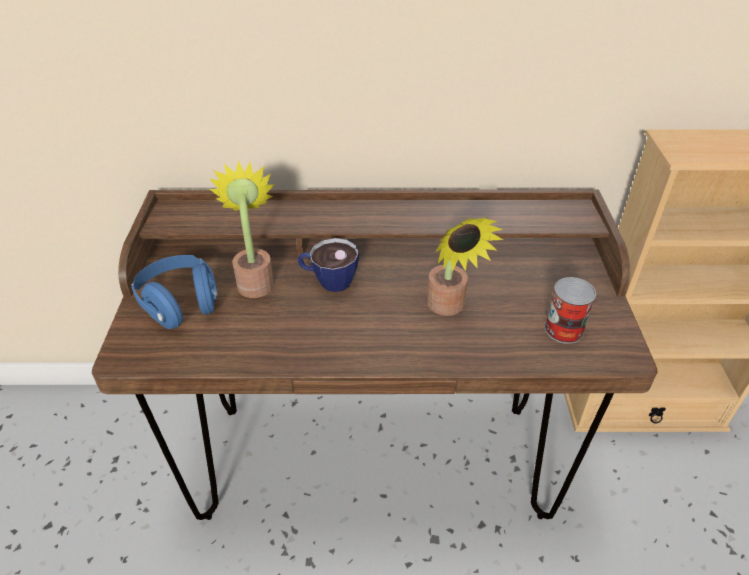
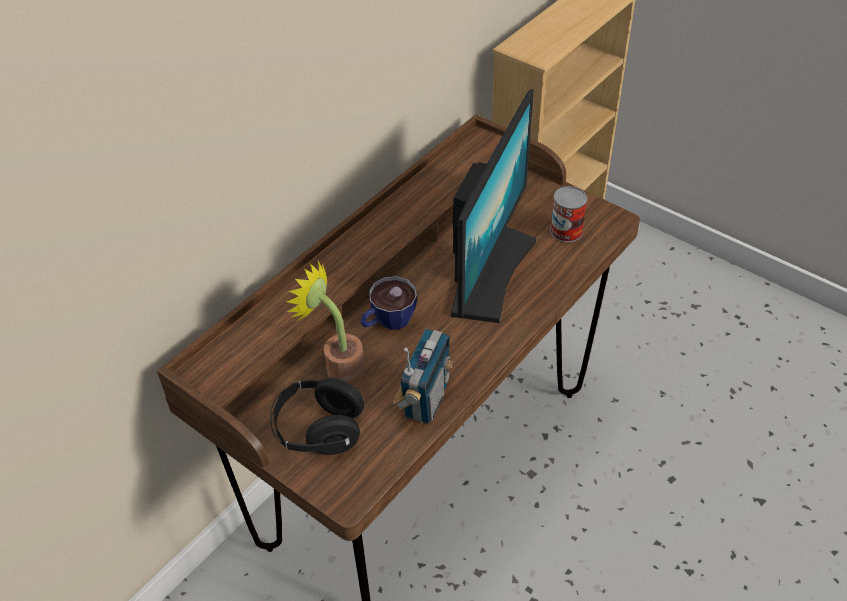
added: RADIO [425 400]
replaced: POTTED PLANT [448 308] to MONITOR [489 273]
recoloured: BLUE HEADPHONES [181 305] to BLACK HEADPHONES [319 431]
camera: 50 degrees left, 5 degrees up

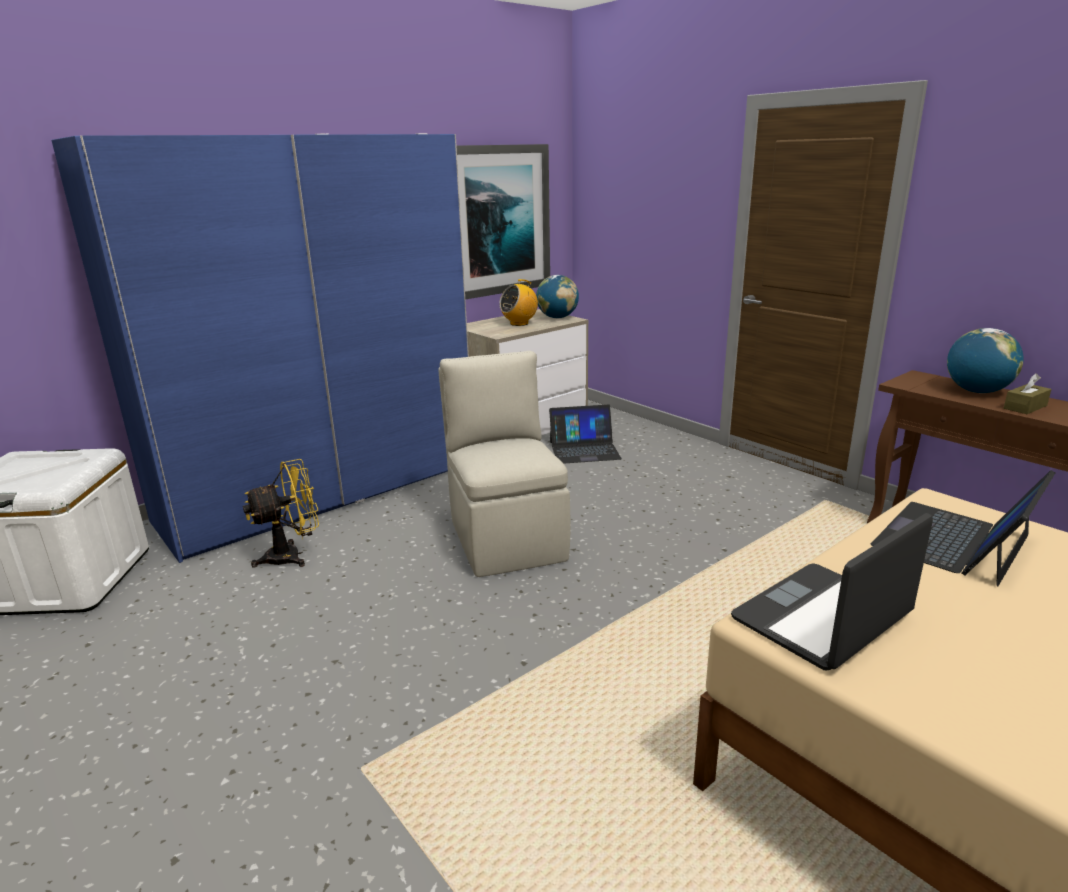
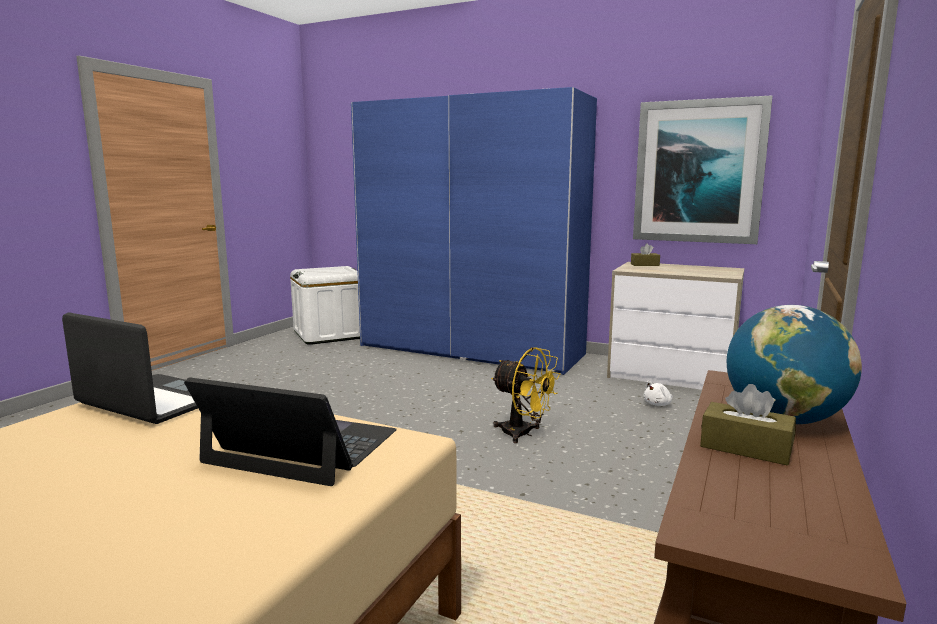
removed: GLOBE [557 317]; RADIO [519 323]; BEIGE CHAIR [506 538]
added: BROWN TISSUE BOX [644 265]
moved: YELLOW FAN [292 555] to [523 434]
replaced: LAPTOP [584 450] to WHITE PLUSH TOY [658 404]
camera: 65 degrees right, 10 degrees down

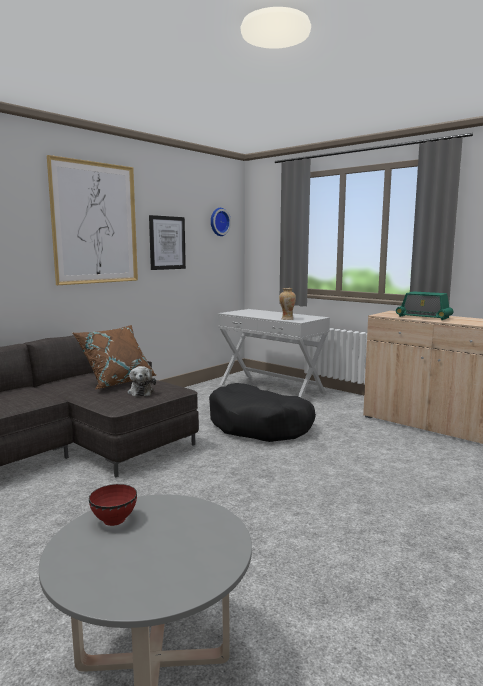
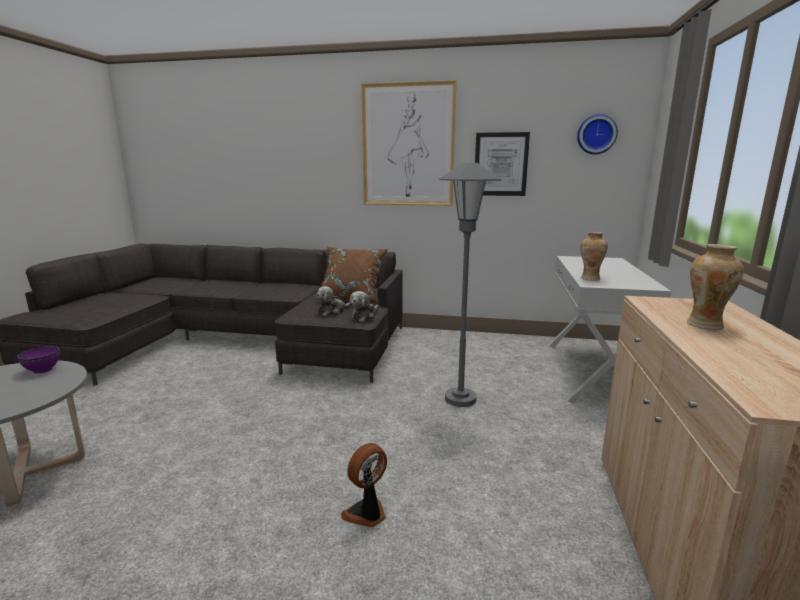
added: PLUSH TOY [365 316]; FAN [367 514]
replaced: RADIO [423 317] to VASE [705 325]; BLACK DOG BED [260 426] to GREY FLOOR LAMP [460 399]
recoloured: RED BOWL [114 519] to PURPLE BOWL [43 370]
camera: 60 degrees right, 5 degrees up

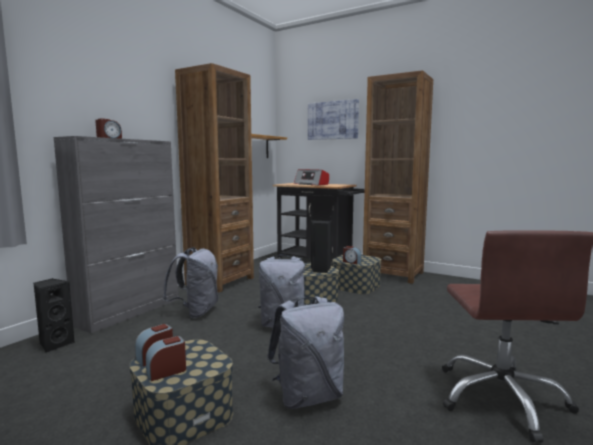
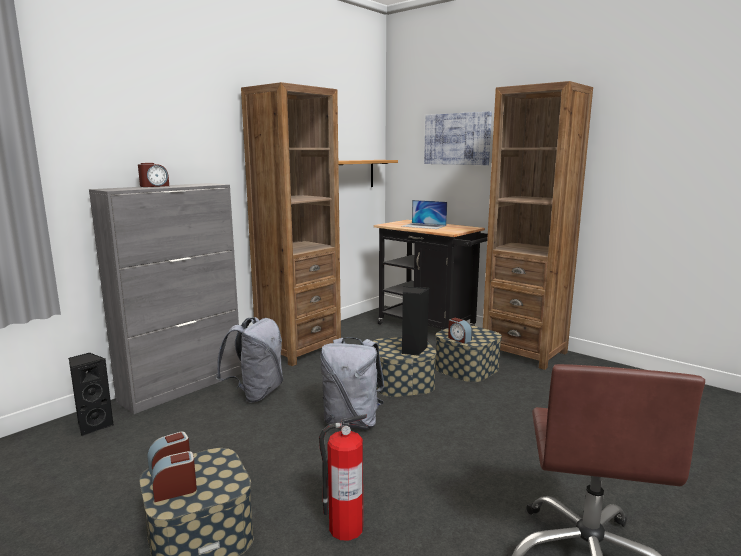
replaced: RADIO [311 184] to LAPTOP [424 226]; GREY BACKPACK [308 396] to FIRE EXTINGUISHER [345 528]
camera: 10 degrees right, 5 degrees up

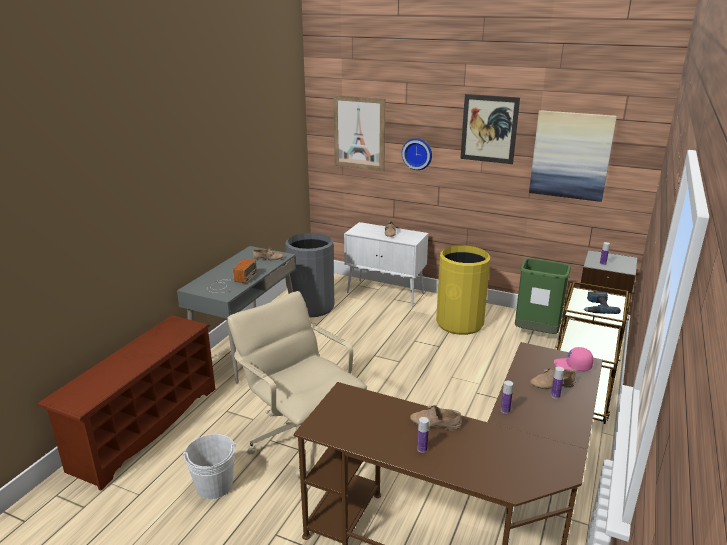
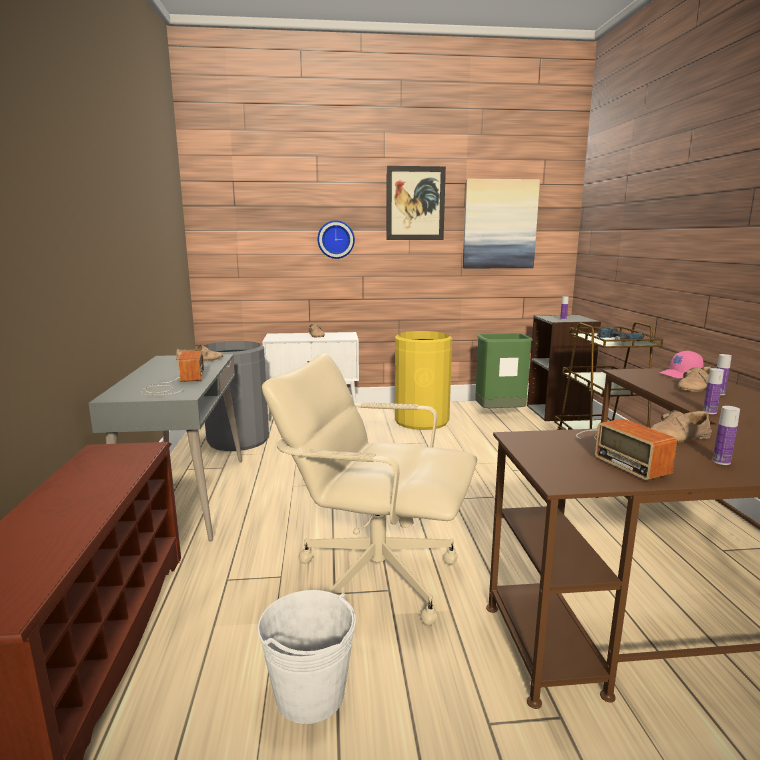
removed: PICTURE [359 133]
added: RADIO [621 451]
camera: 30 degrees left, 10 degrees down

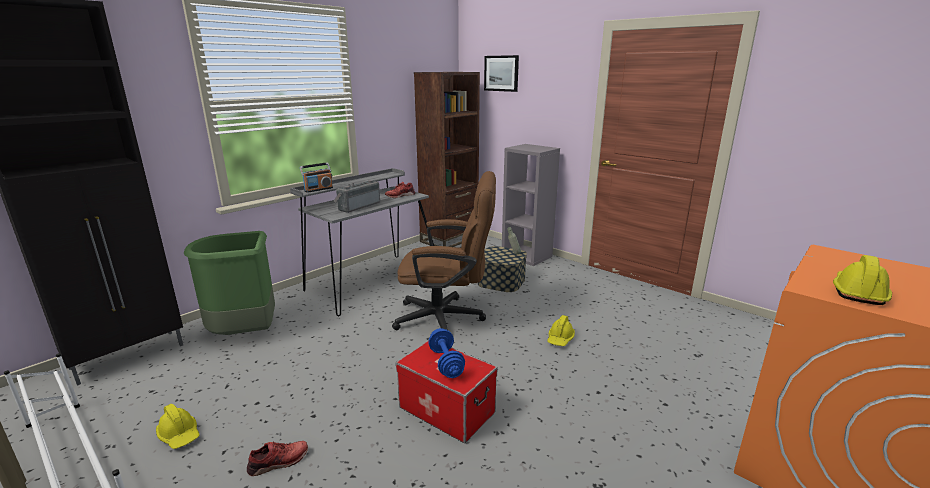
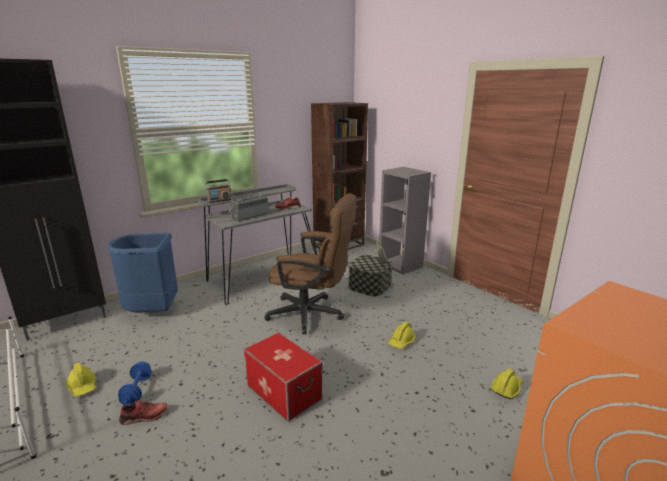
removed: PICTURE [501 73]
moved: YELLOW HARD HAT [858 292] to [506 388]; BLUE DUMBBELL [446 363] to [137 391]
recoloured: GREEN TRASH CAN [246 333] to BLUE TRASH CAN [153 312]
camera: 10 degrees right, 0 degrees up

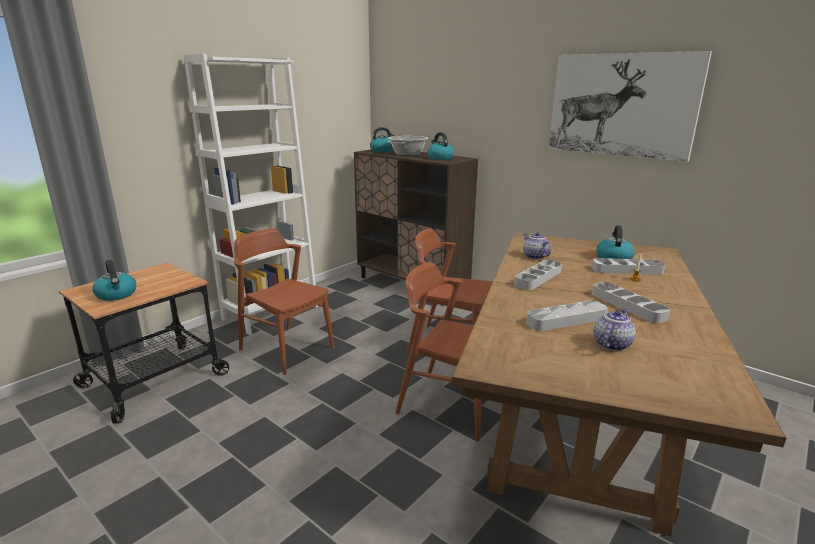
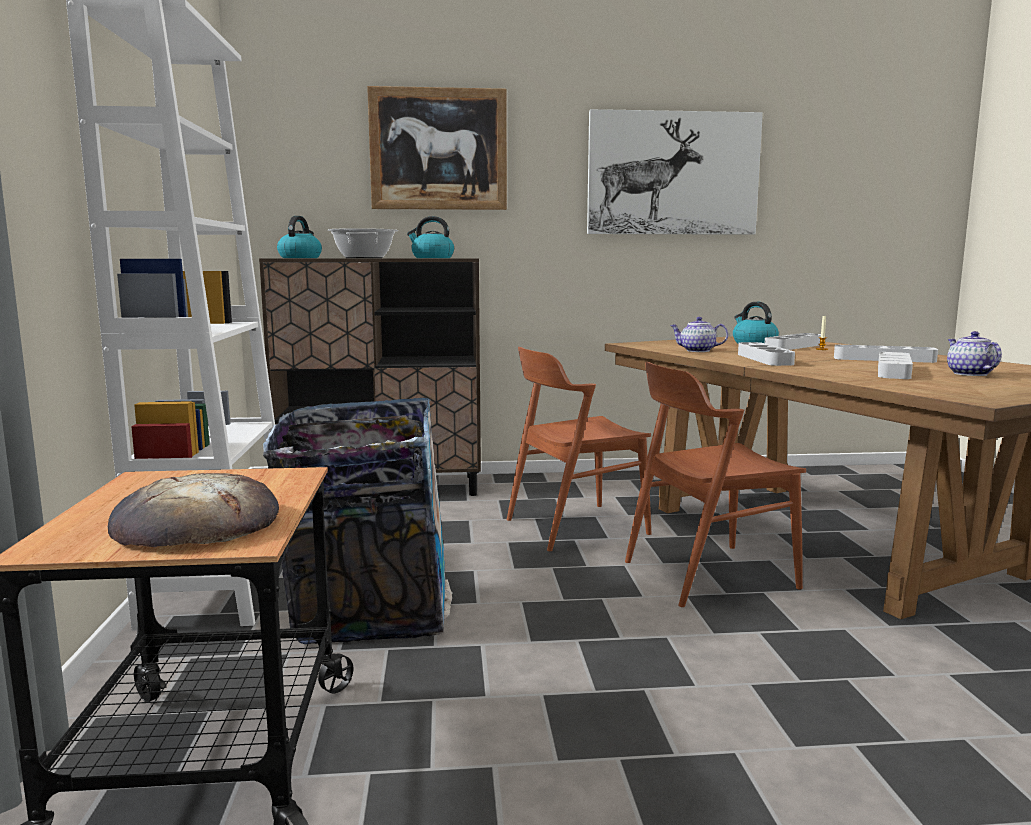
added: PICTURE [438 149]
replaced: BROWN CHAIR [286 348] to TRASH CAN [370 613]; KETTLE [117 295] to BREAD [196 523]
camera: 45 degrees left, 10 degrees down

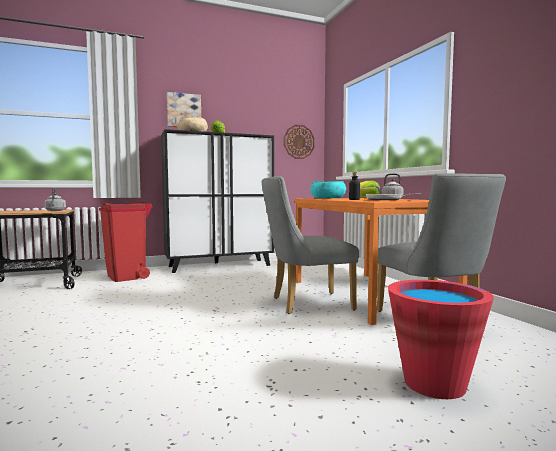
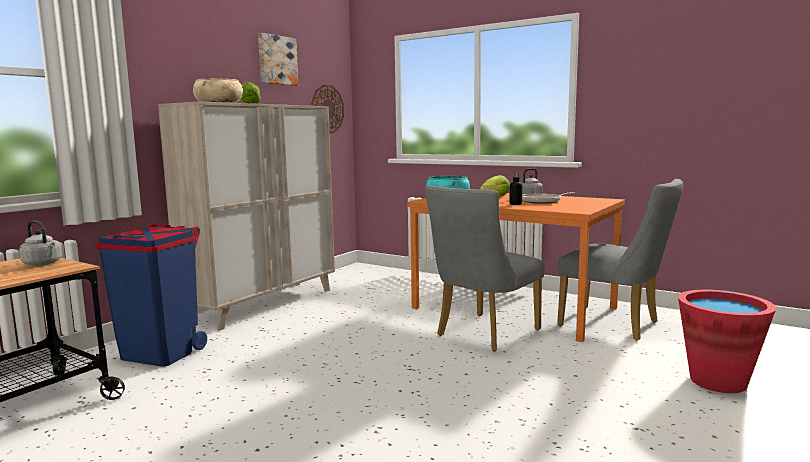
moved: PICTURE [184 111] to [276 60]
recoloured: BLACK CABINET [220 266] to BEIGE CABINET [263 304]; RED TRASH CAN [127 276] to BLUE TRASH CAN [160 353]
camera: 35 degrees left, 5 degrees up

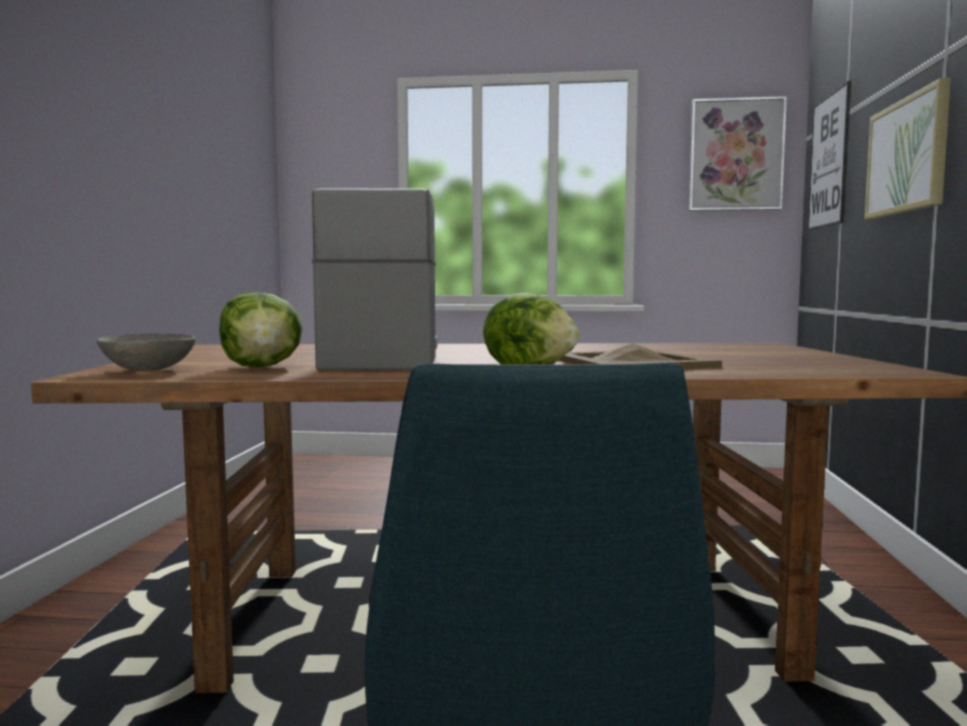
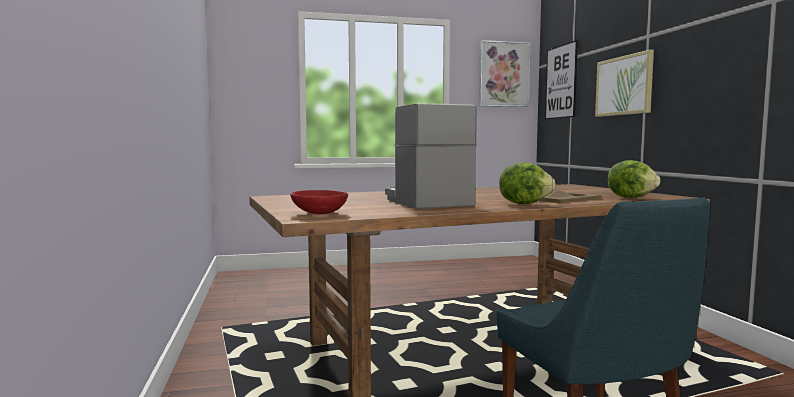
moved: LETTUCE [262 367] to [631 197]
recoloured: GREY BOWL [149 370] to RED BOWL [320 213]
camera: 20 degrees left, 0 degrees up

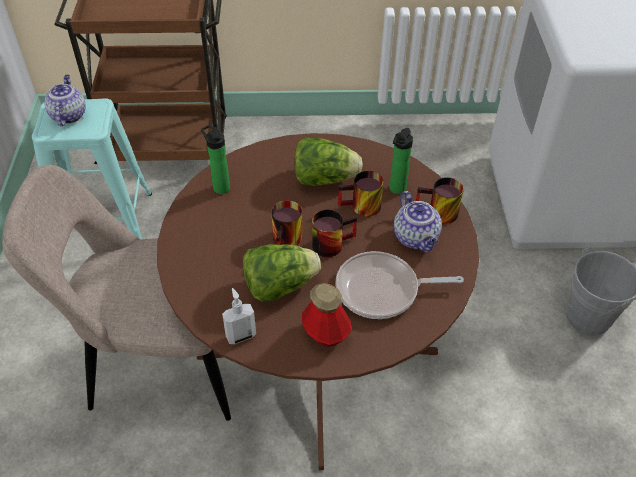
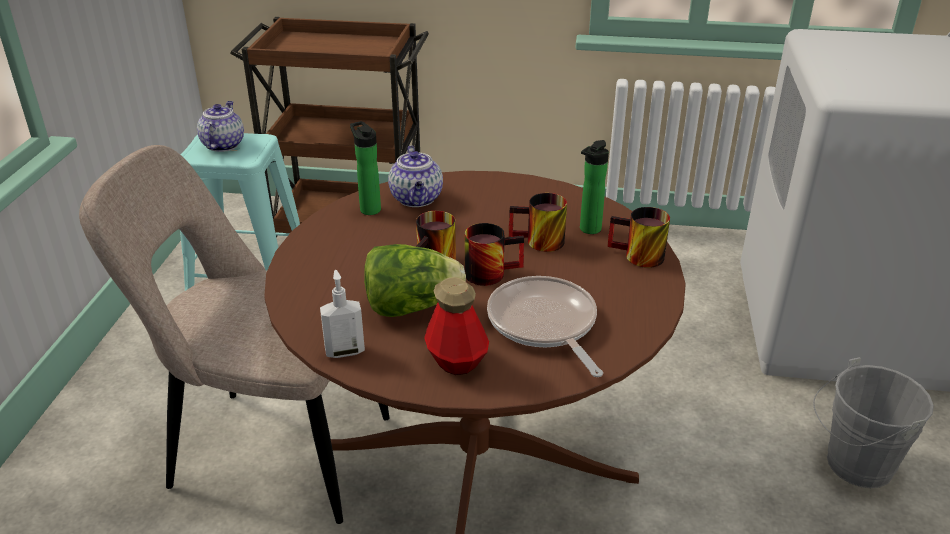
removed: LETTUCE [324 178]
moved: TEAPOT [416 238] to [417 199]
turned: FRYING PAN [382 290] = [544 325] 60 degrees clockwise
camera: 10 degrees right, 15 degrees down

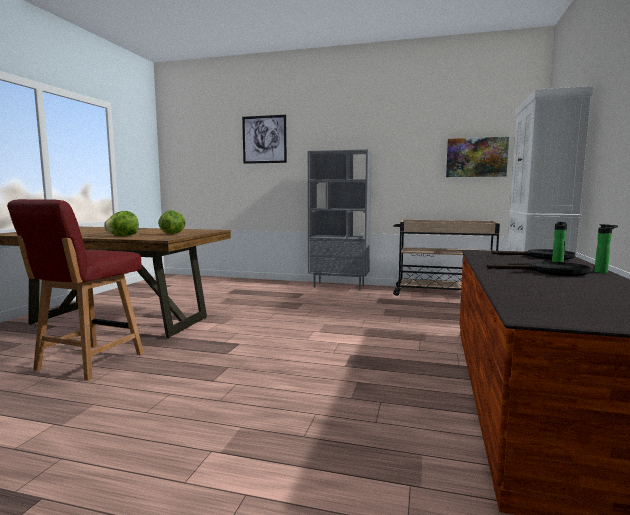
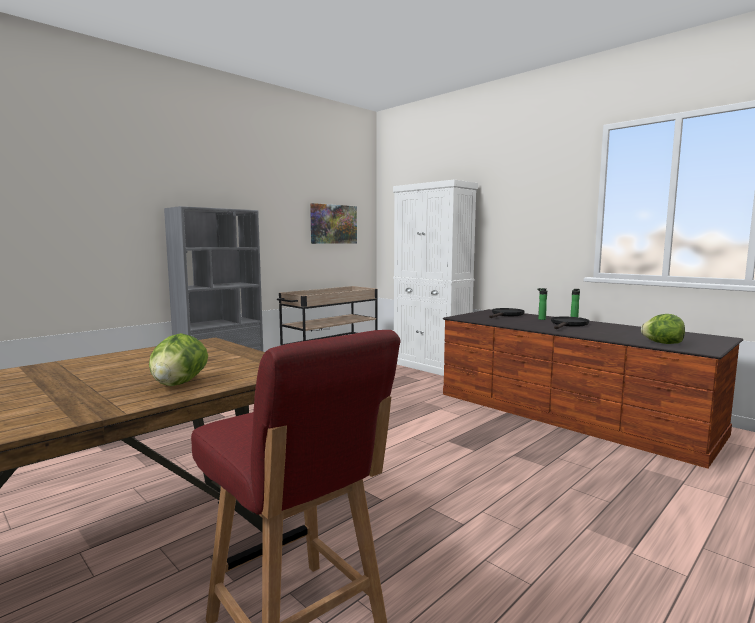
removed: PICTURE [264 139]
moved: LETTUCE [173 233] to [662 343]
camera: 60 degrees left, 0 degrees up

